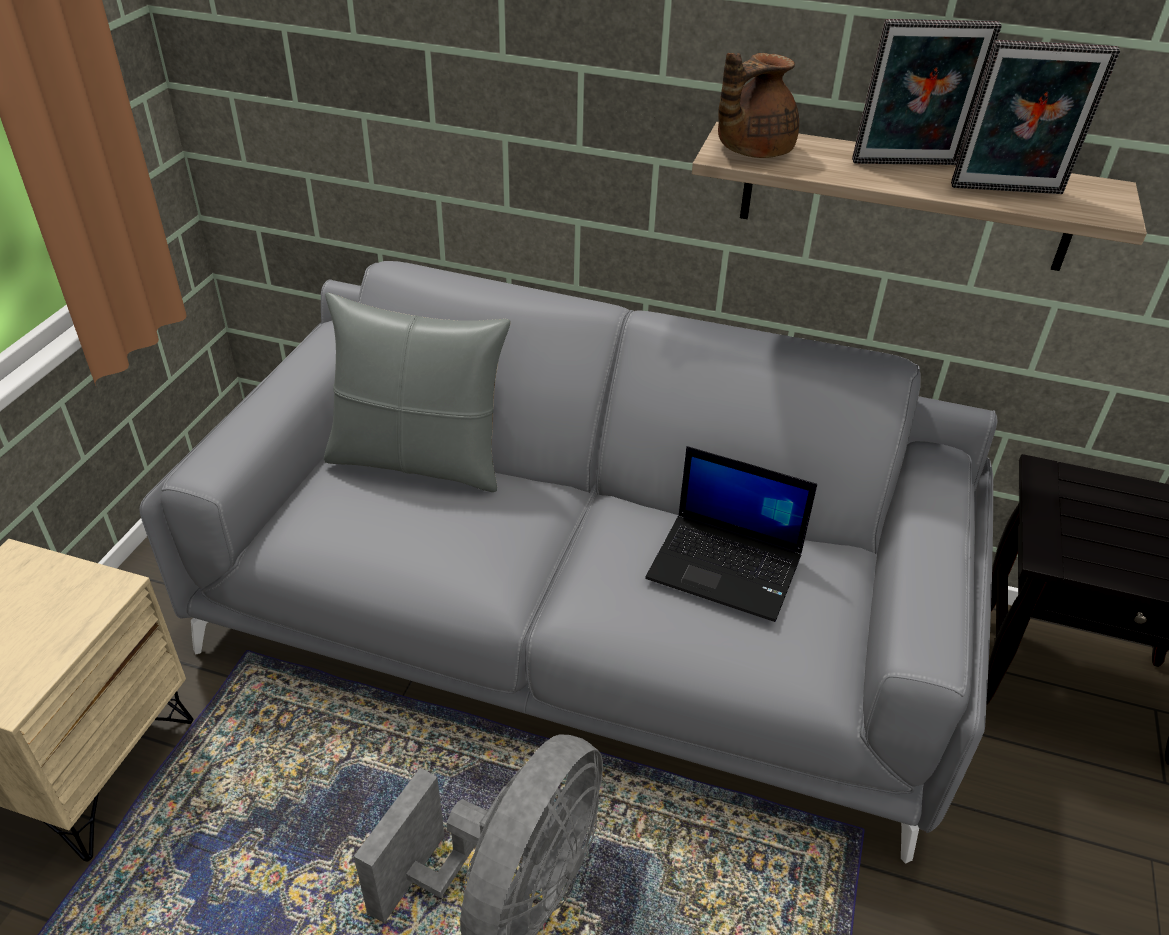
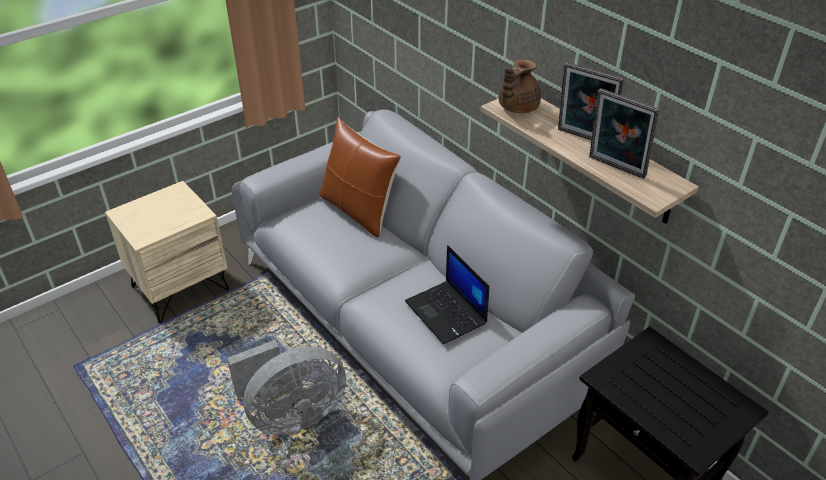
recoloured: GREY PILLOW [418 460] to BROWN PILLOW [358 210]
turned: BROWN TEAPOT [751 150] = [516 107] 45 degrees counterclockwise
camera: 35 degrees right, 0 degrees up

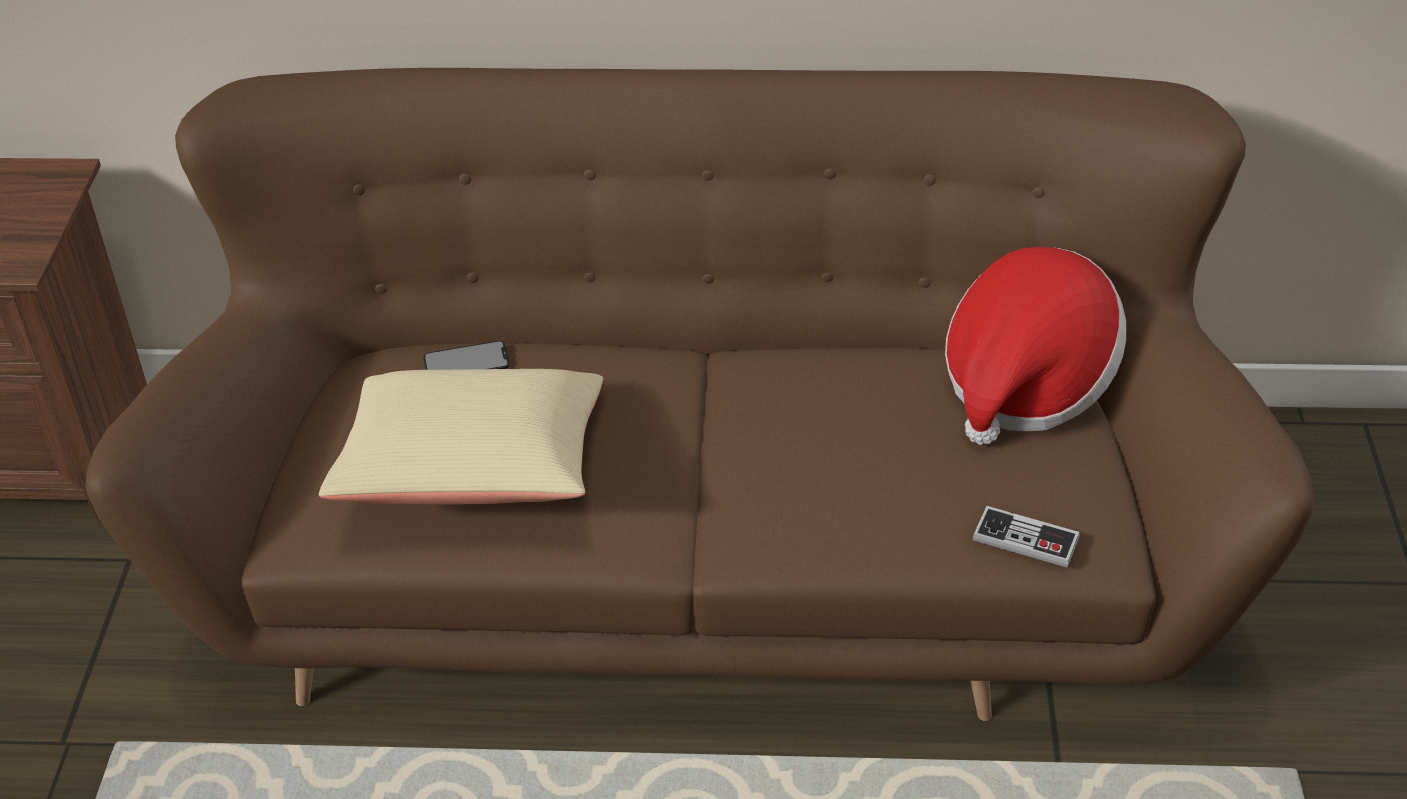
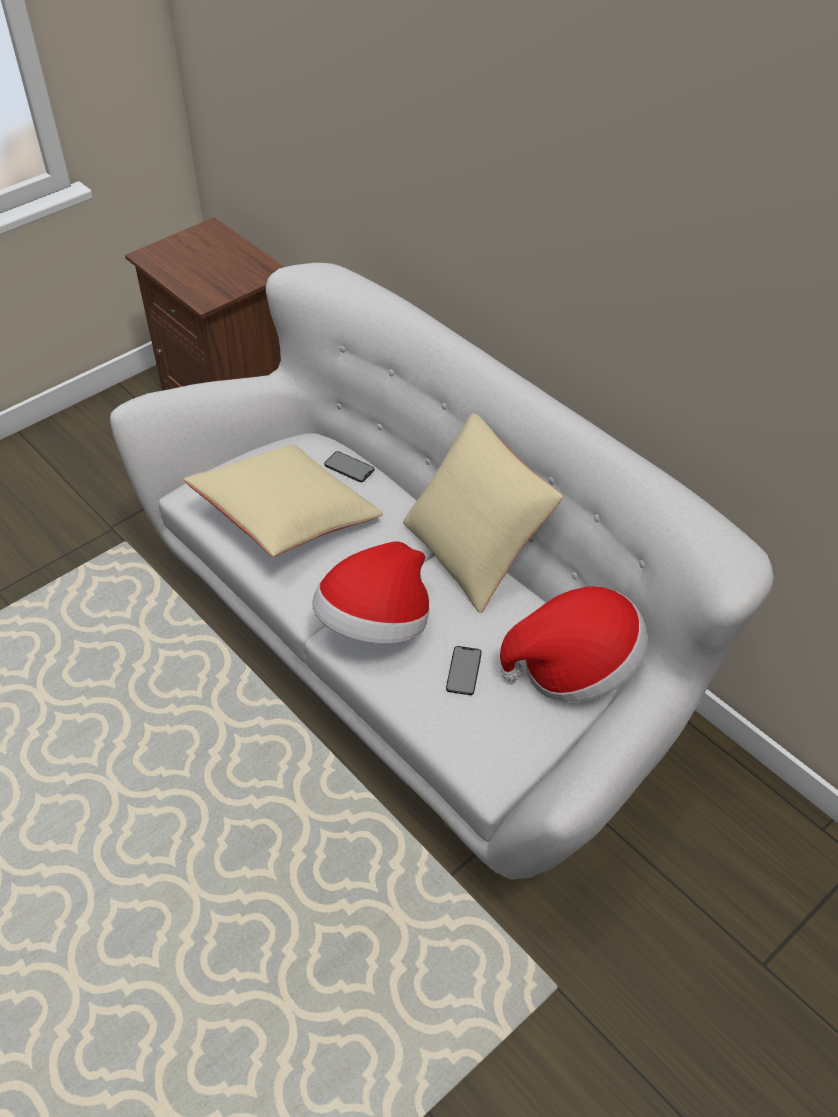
removed: GAME CONTROLLER [1025 539]
added: BEIGE PILLOW [475 551]; HAT [376 624]; PHONE [464 670]
recoloured: BROWN SOFA [708 570] to WHITE SOFA [418 653]
camera: 45 degrees right, 5 degrees up

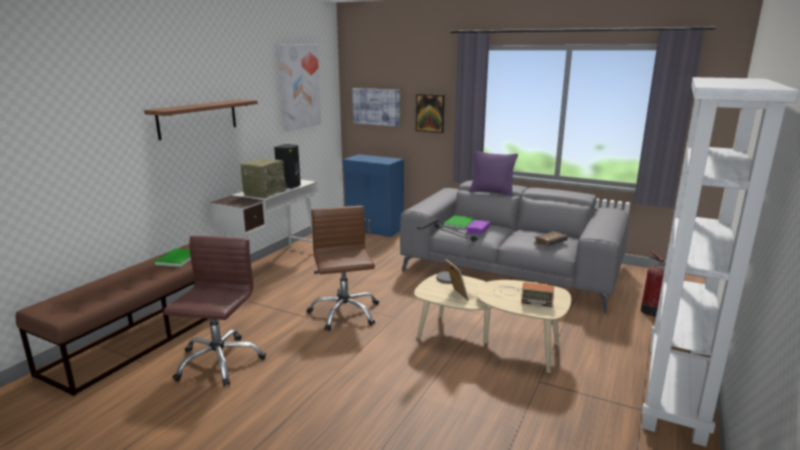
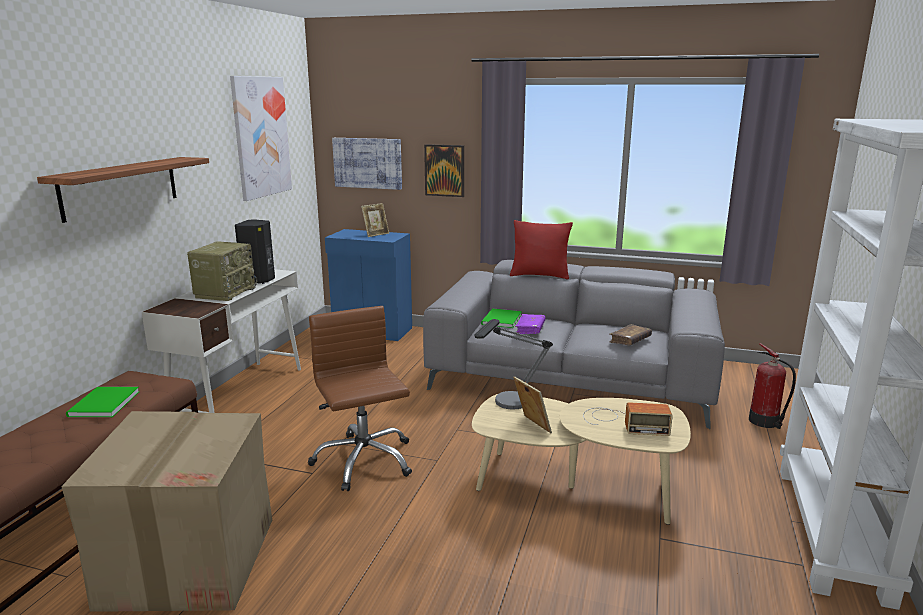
added: PICTURE FRAME [376 234]
replaced: BROWN OFFICE CHAIR [219 361] to CARDBOARD BOX [190 560]
recoloured: PURPLE PILLOW [492 192] to RED PILLOW [539 275]
camera: 10 degrees left, 0 degrees up

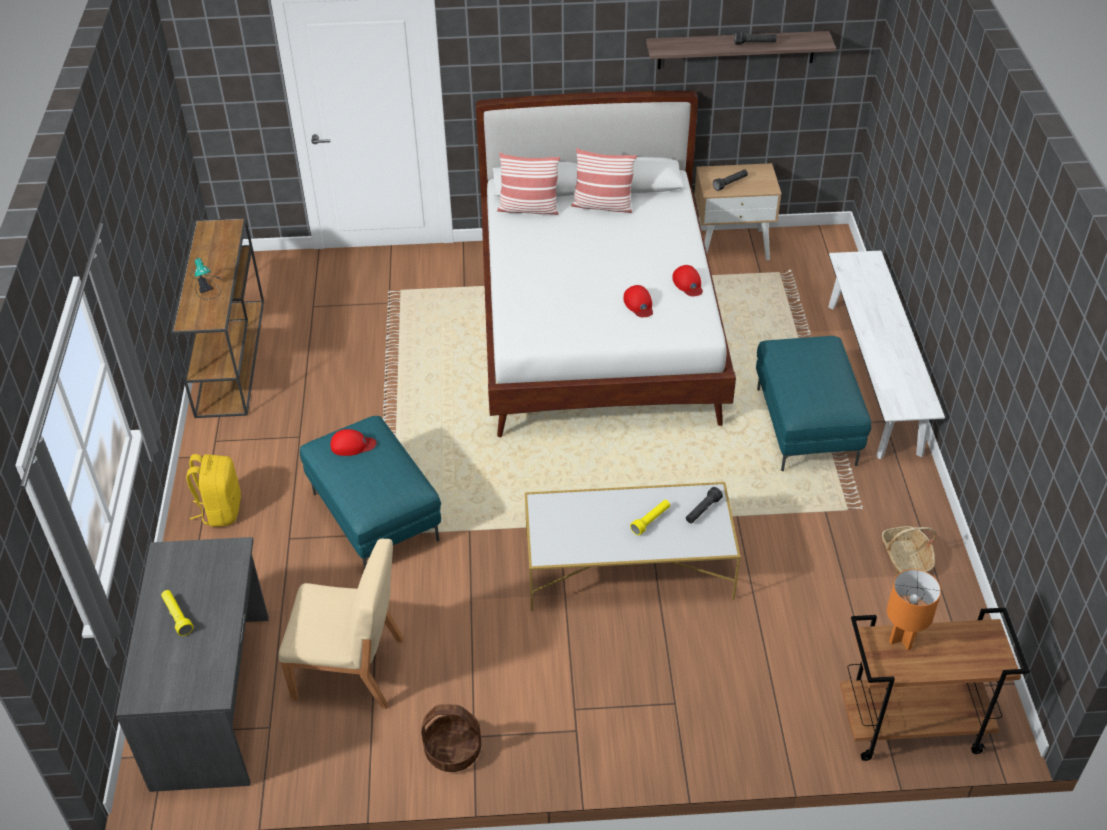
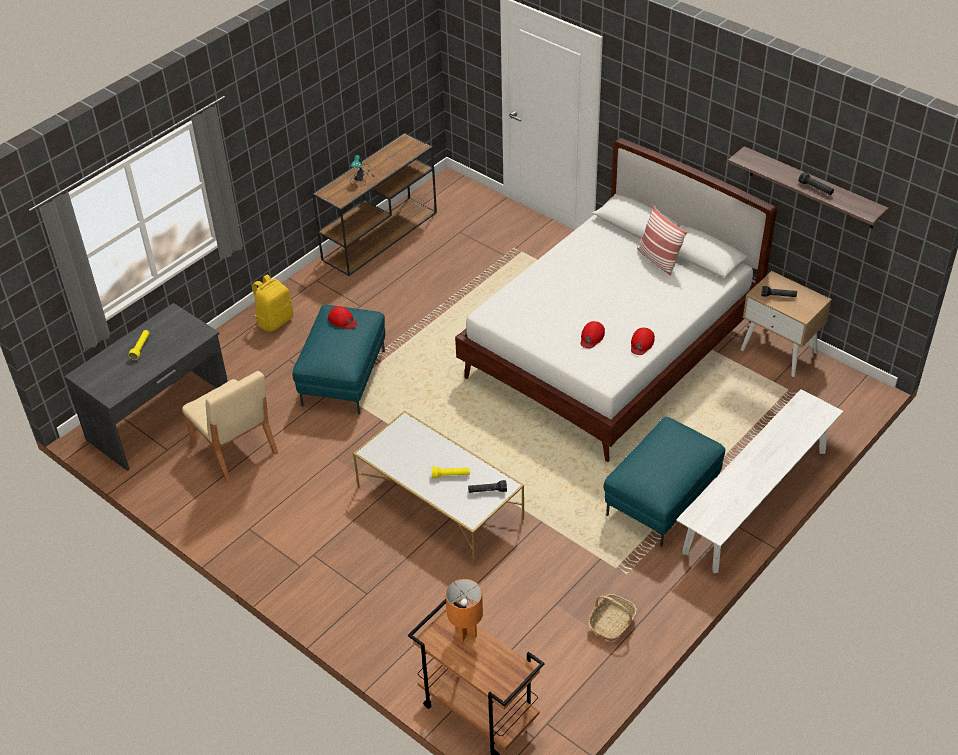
removed: PILLOW [528 209]; BASKET [452 750]
camera: 45 degrees right, 0 degrees up

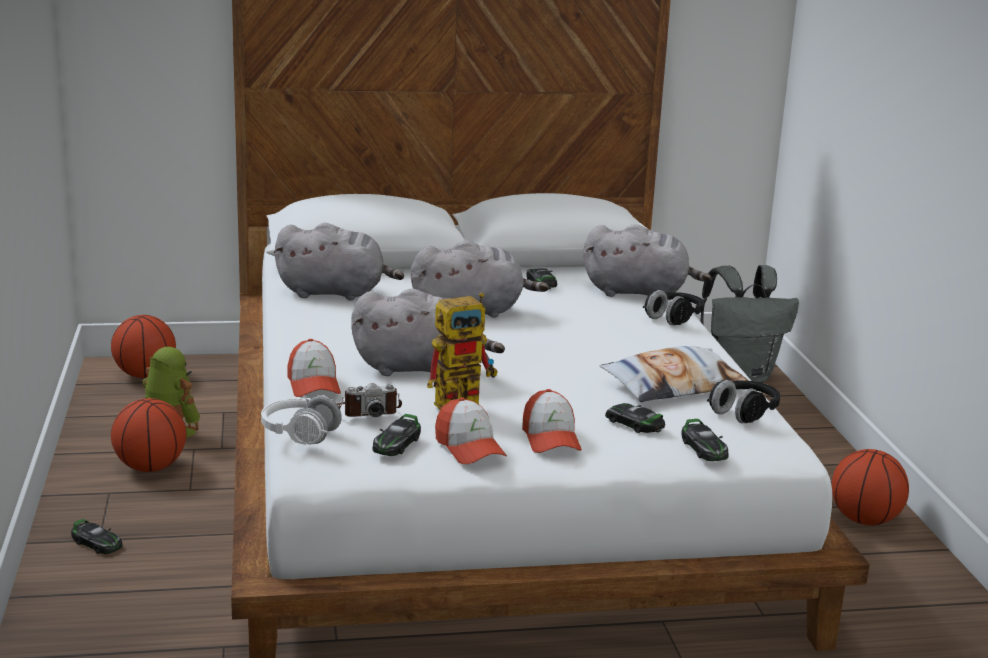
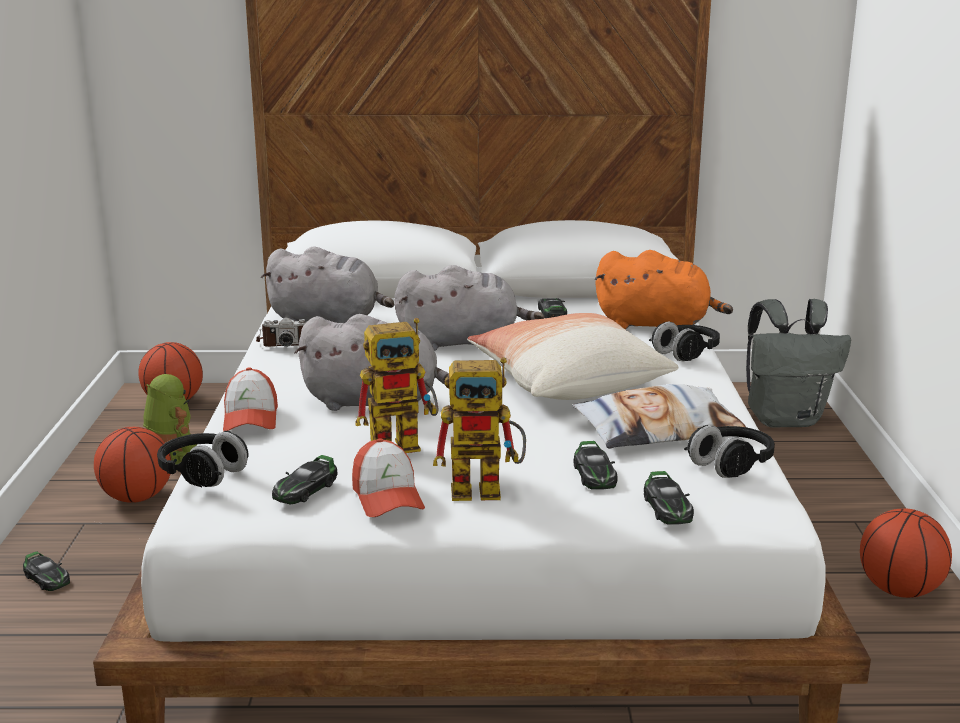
added: PILLOW [567 382]
moved: PHOTO CAMERA [366 411] to [285 343]
replaced: CAP [550 439] to TOY ROBOT [488 489]
recoloured: GREY PLUSH TOY [639 293] to ORANGE PLUSH TOY [657 325]; WHITE HEADPHONES [300 434] to BLACK HEADPHONES [203 475]
turned: TOY CAR [634 424] = [594 474] 150 degrees counterclockwise
camera: 10 degrees right, 0 degrees up

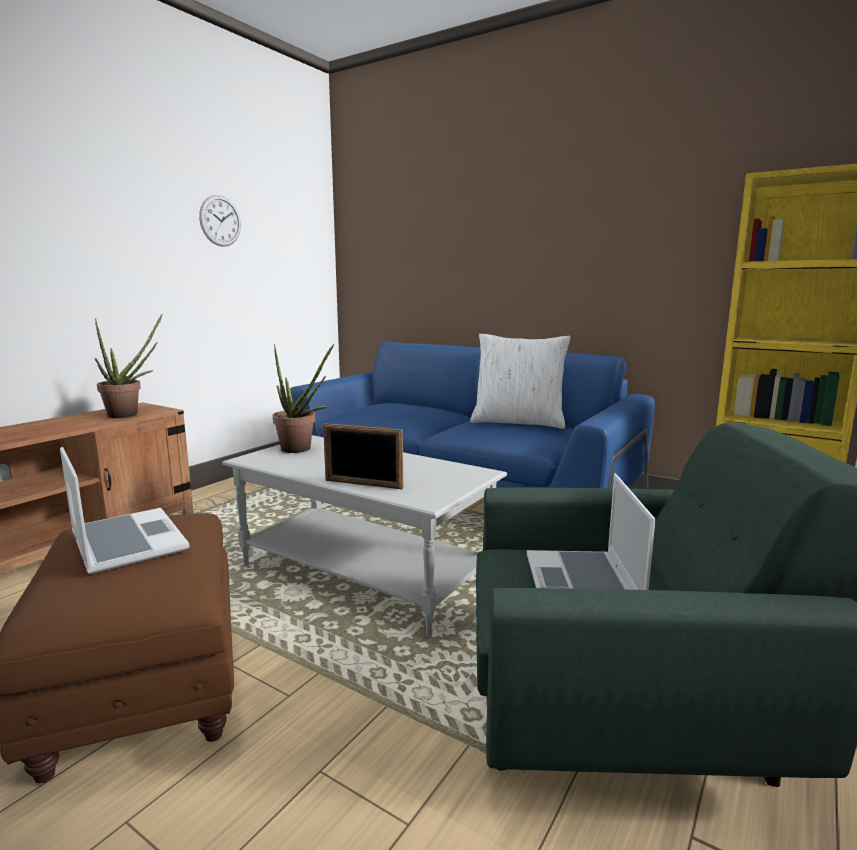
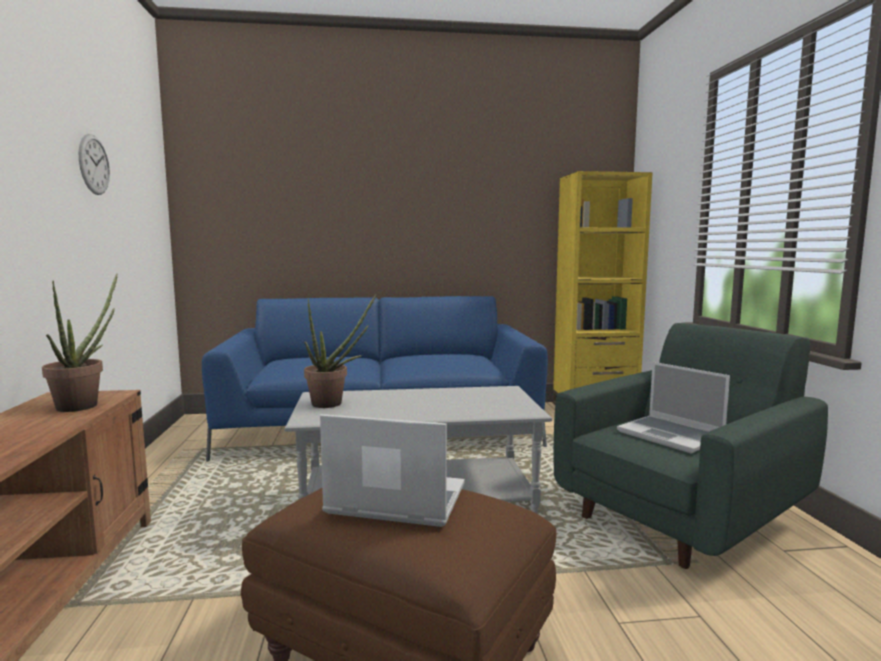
removed: WHITE PILLOW [518 422]; PICTURE FRAME [363 484]
camera: 40 degrees left, 5 degrees down

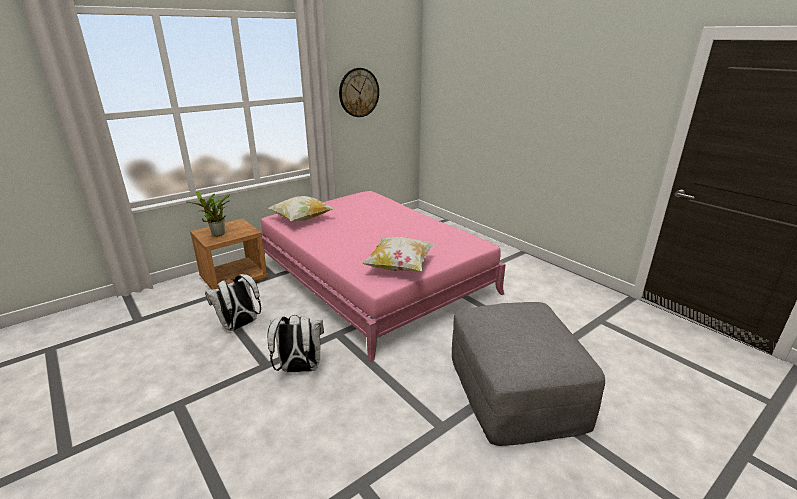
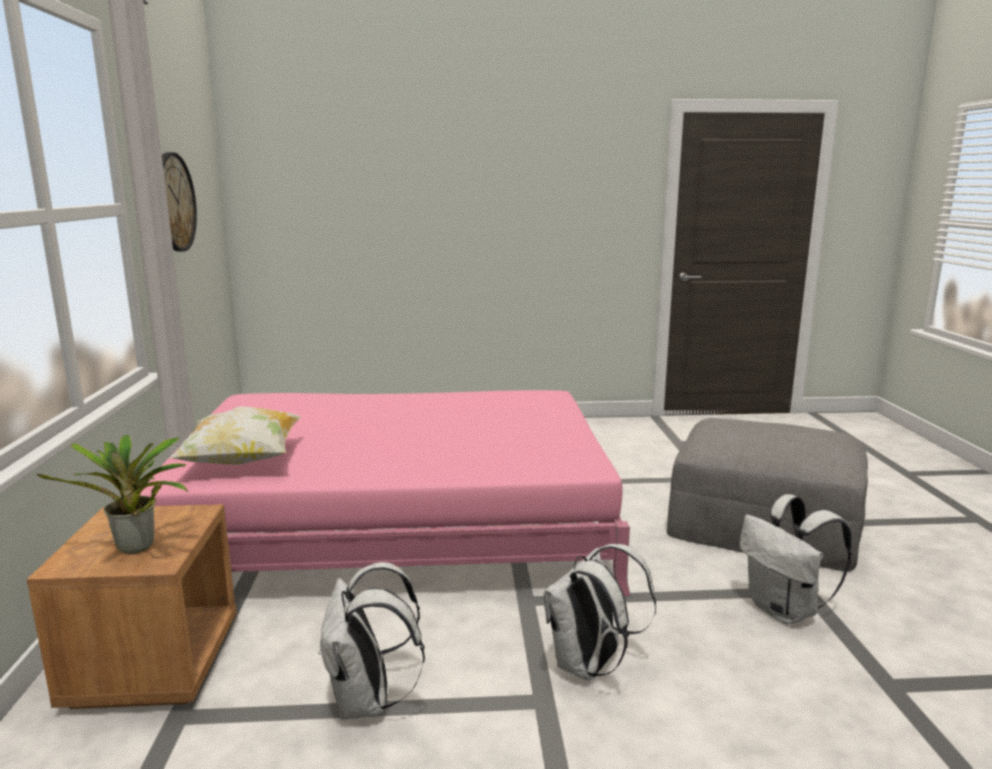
removed: PILLOW [400 267]
added: WHITE BACKPACK [785 610]
camera: 55 degrees left, 10 degrees down

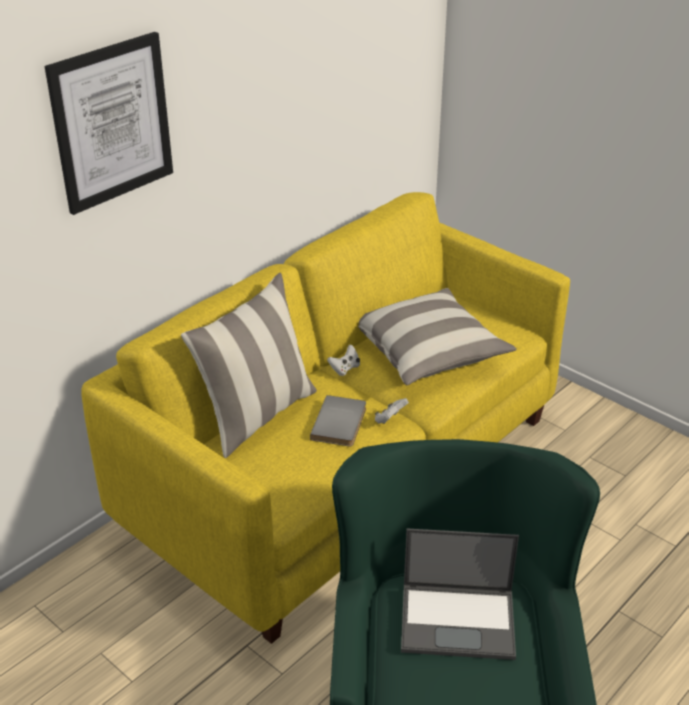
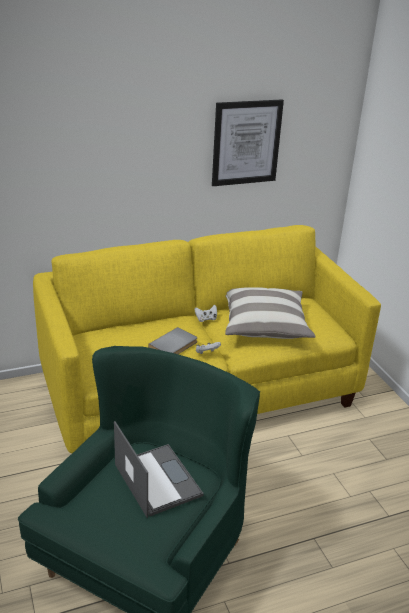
removed: PILLOW [256 415]
moved: PICTURE [111 122] to [246 142]
turned: LAPTOP [459 620] = [156 479] 150 degrees counterclockwise
camera: 25 degrees right, 5 degrees down

